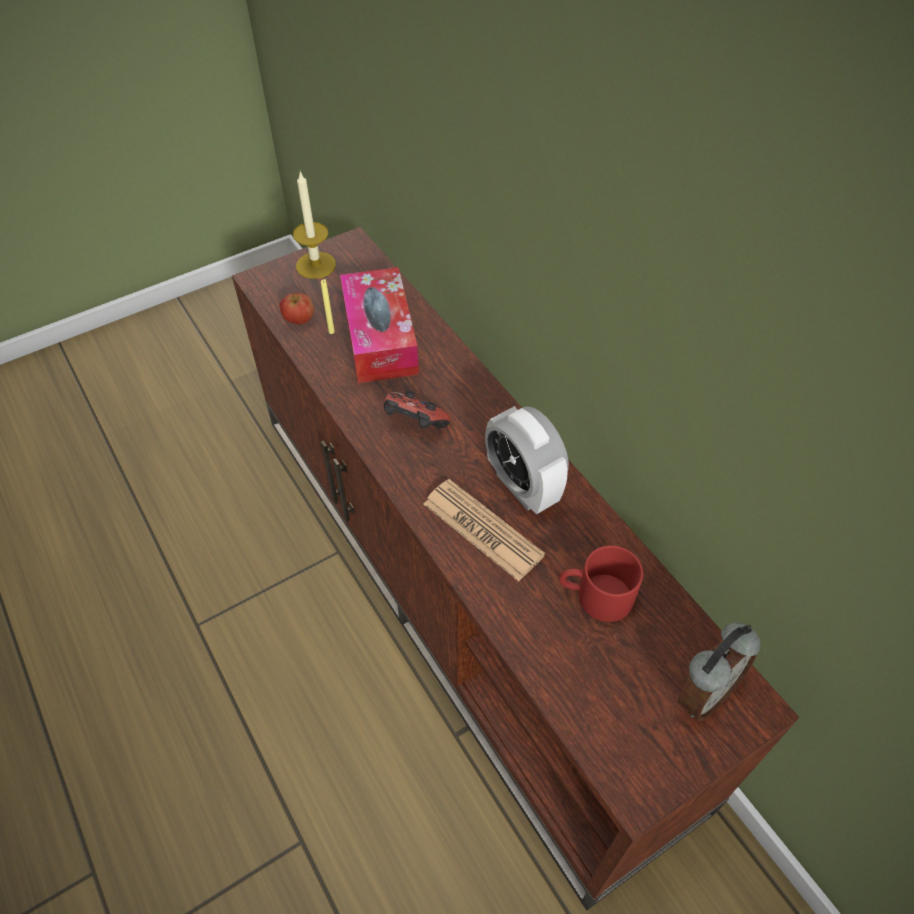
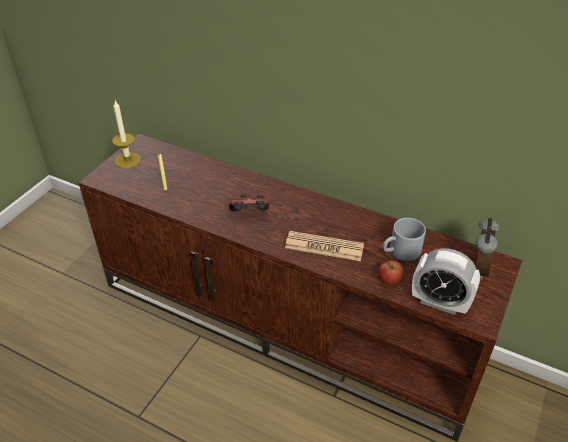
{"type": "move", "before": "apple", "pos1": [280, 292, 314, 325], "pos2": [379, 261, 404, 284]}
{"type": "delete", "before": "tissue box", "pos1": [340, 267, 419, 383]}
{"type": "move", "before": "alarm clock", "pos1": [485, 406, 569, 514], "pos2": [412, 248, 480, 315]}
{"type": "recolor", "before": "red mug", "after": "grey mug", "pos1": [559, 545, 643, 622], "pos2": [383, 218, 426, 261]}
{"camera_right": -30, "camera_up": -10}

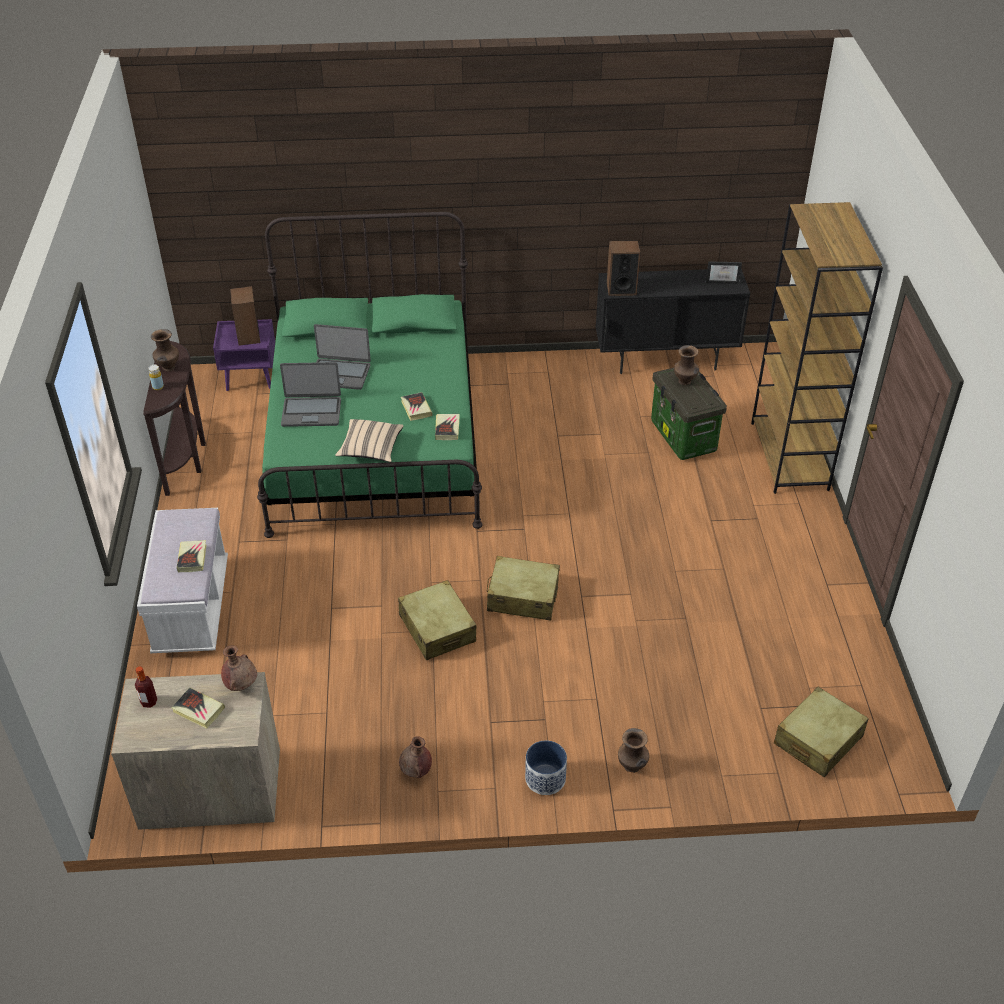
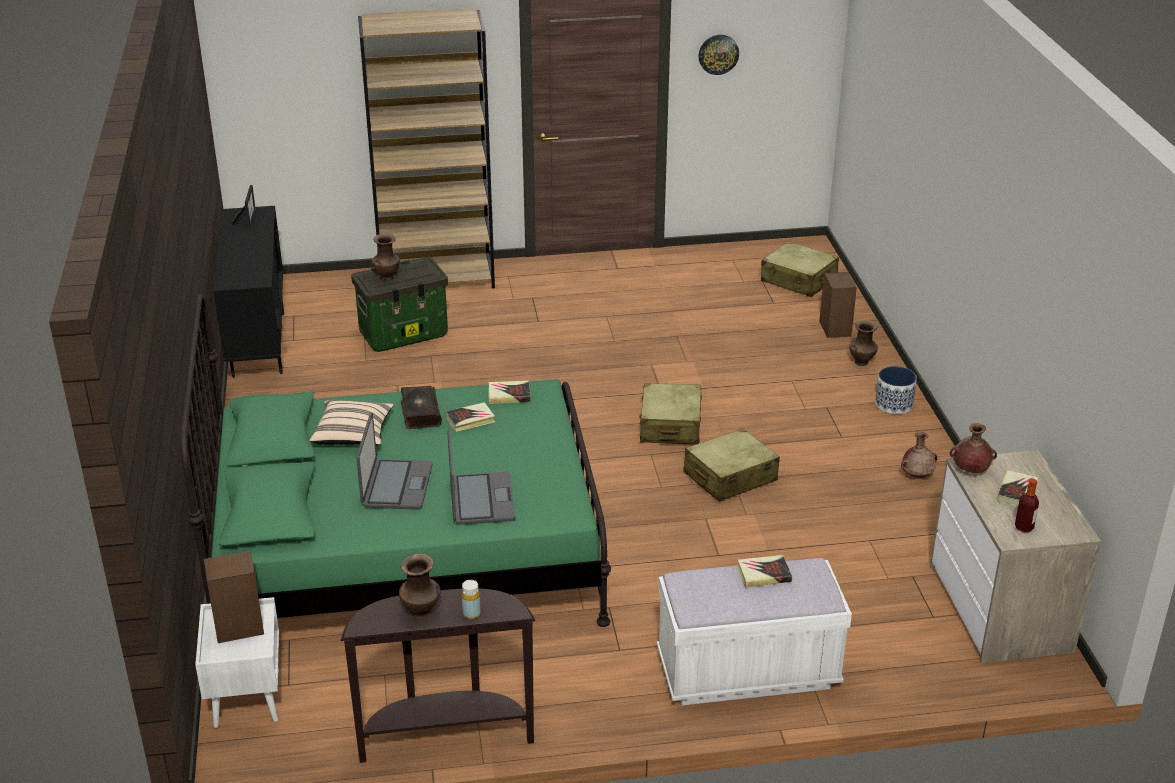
{"type": "recolor", "before": "purple nightstand", "after": "white nightstand", "pos1": [213, 319, 275, 391], "pos2": [195, 597, 279, 728]}
{"type": "move", "before": "beige pillow", "pos1": [335, 419, 404, 462], "pos2": [309, 400, 394, 445]}
{"type": "move", "before": "speaker", "pos1": [607, 241, 640, 296], "pos2": [819, 272, 857, 338]}
{"type": "insert", "after": "book", "pos2": [401, 386, 442, 429]}
{"type": "insert", "after": "wall clock", "pos2": [698, 35, 739, 75]}
{"camera_right": -95, "camera_up": -10}

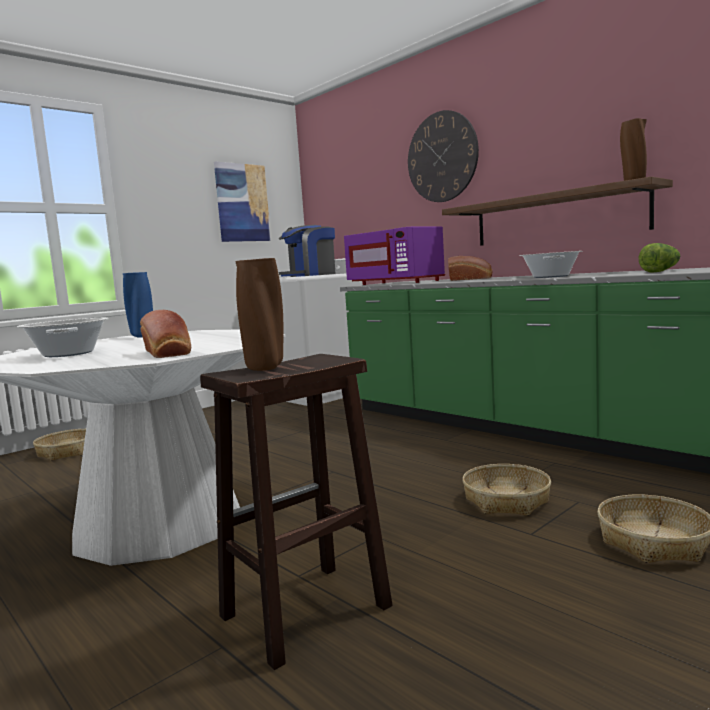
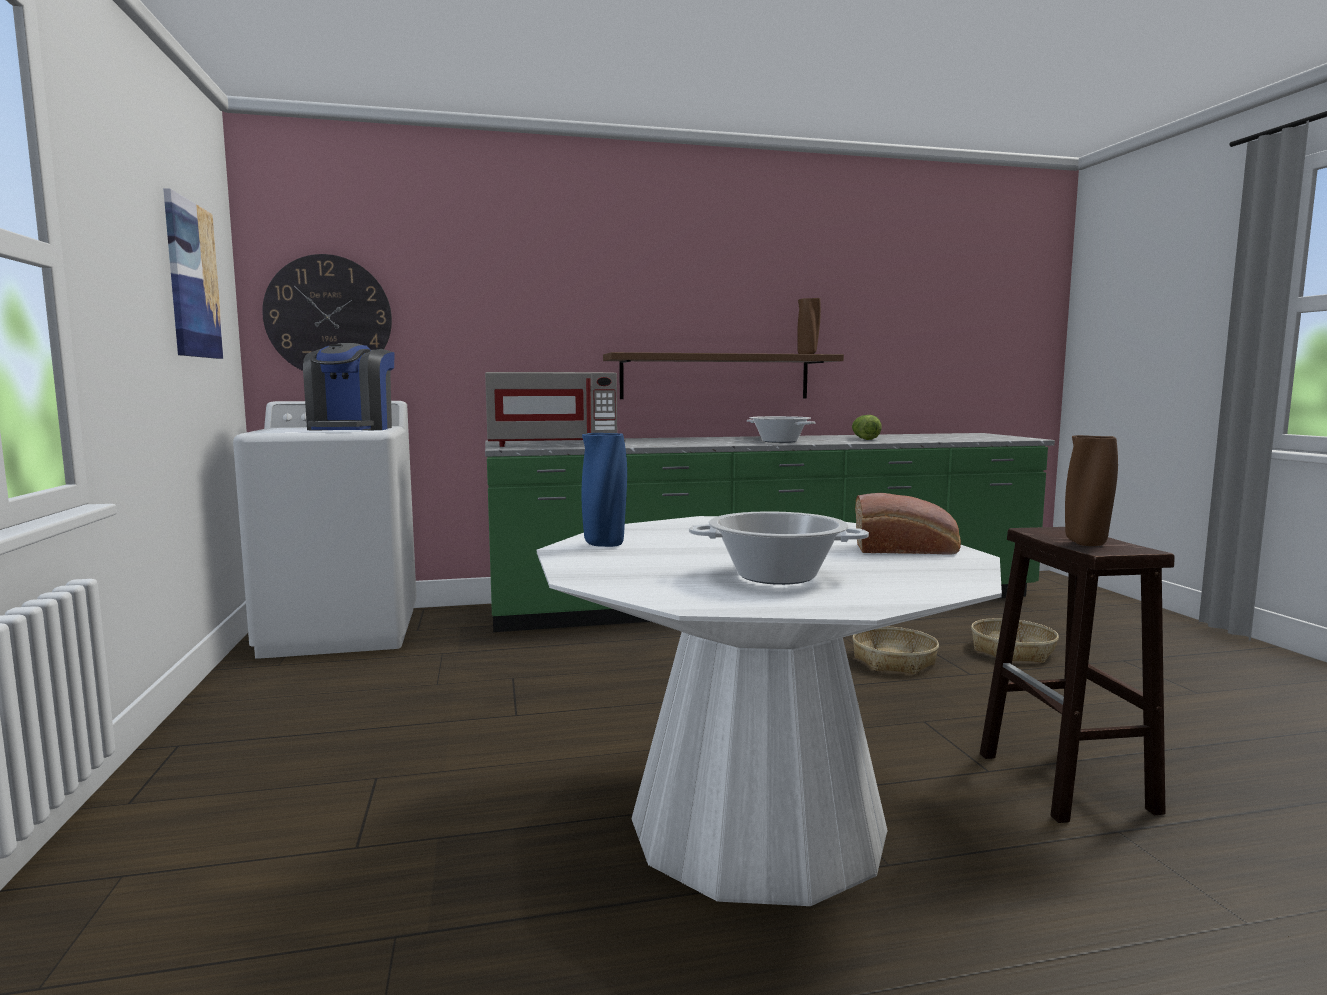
{"type": "delete", "before": "basket", "pos1": [33, 429, 86, 460]}
{"type": "recolor", "before": "purple microwave", "after": "grey microwave", "pos1": [344, 226, 445, 285], "pos2": [485, 372, 617, 447]}
{"type": "move", "before": "wall clock", "pos1": [408, 110, 479, 202], "pos2": [262, 254, 392, 371]}
{"type": "delete", "before": "bread", "pos1": [448, 256, 492, 281]}
{"camera_right": -60, "camera_up": 0}

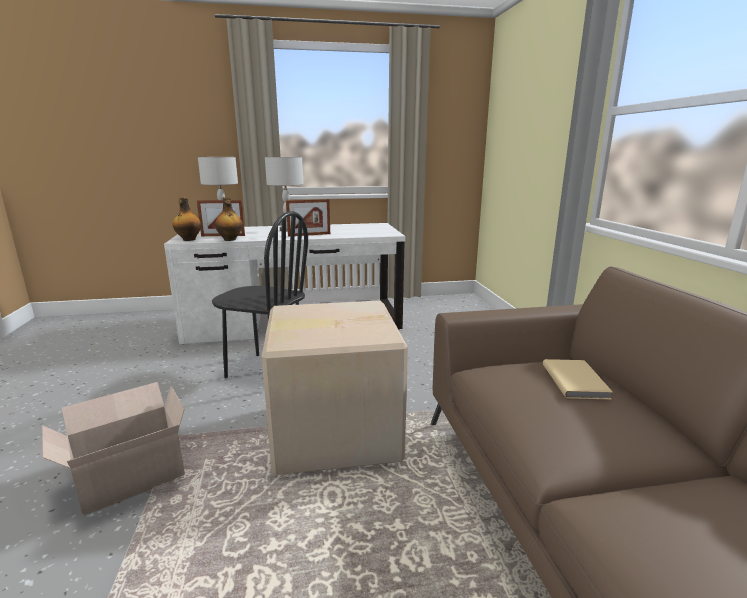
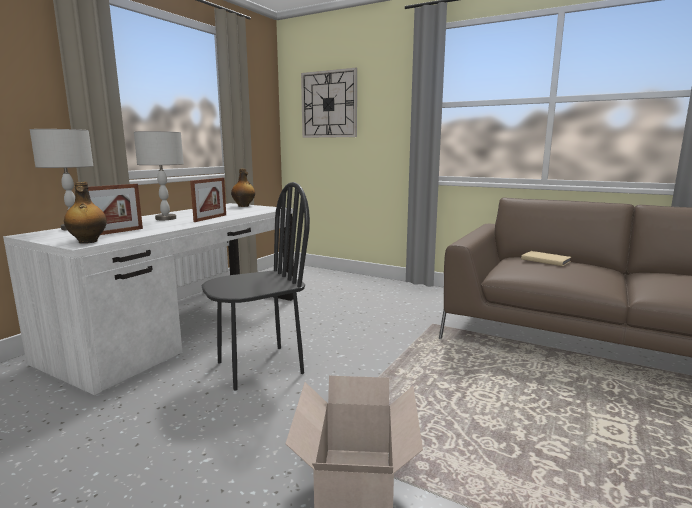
{"type": "move", "before": "bottle", "pos1": [215, 197, 243, 241], "pos2": [231, 169, 255, 207]}
{"type": "delete", "before": "cardboard box", "pos1": [262, 300, 408, 475]}
{"type": "insert", "after": "wall clock", "pos2": [301, 68, 357, 138]}
{"camera_right": -50, "camera_up": -5}

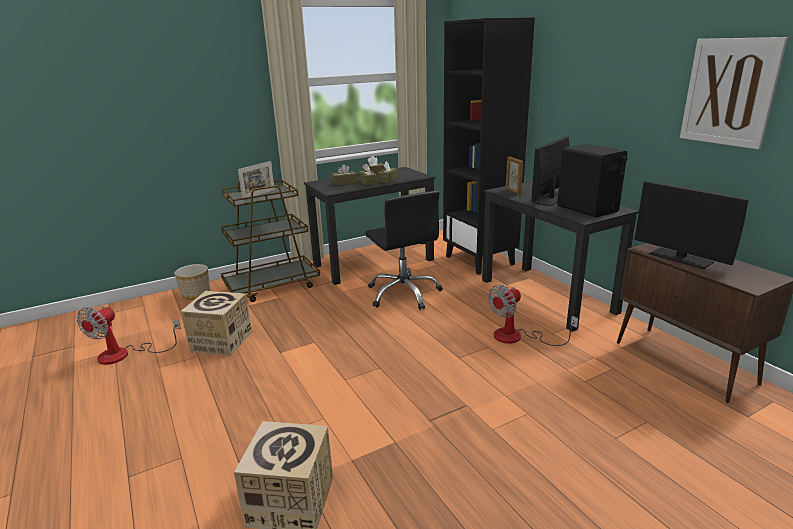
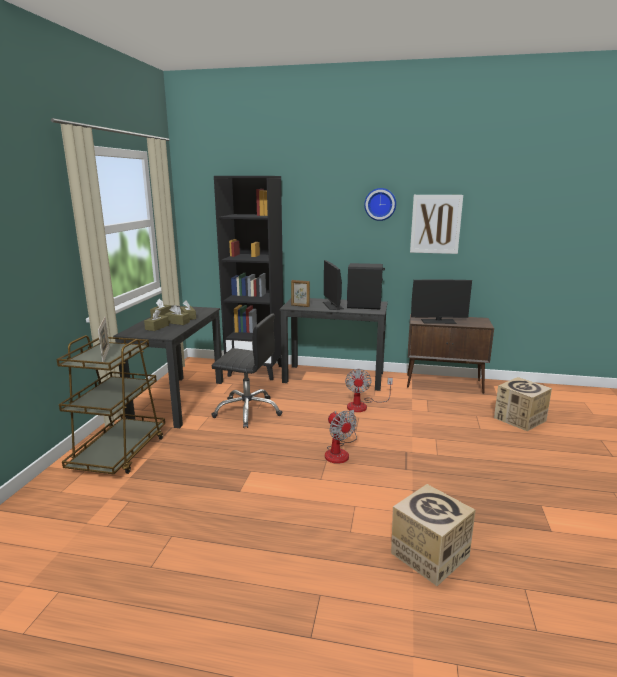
{"type": "move", "before": "fan", "pos1": [77, 306, 181, 365], "pos2": [325, 410, 357, 464]}
{"type": "delete", "before": "planter", "pos1": [174, 264, 210, 300]}
{"type": "move", "before": "cardboard box", "pos1": [180, 291, 252, 356], "pos2": [494, 377, 552, 431]}
{"type": "insert", "after": "wall clock", "pos2": [364, 188, 396, 221]}
{"camera_right": -50, "camera_up": -5}

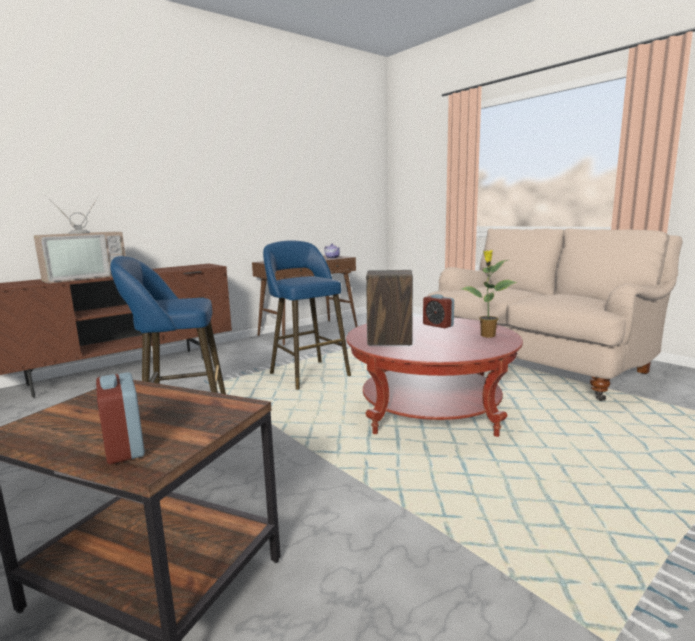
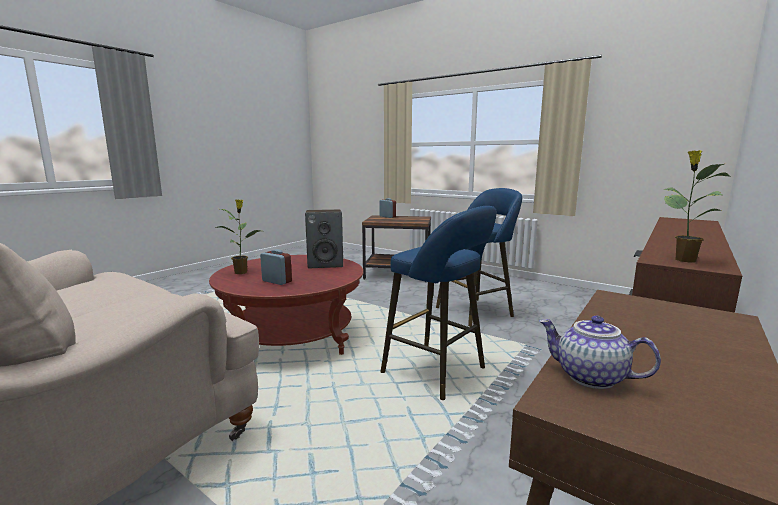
{"type": "delete", "before": "television", "pos1": [34, 195, 126, 283]}
{"type": "insert", "after": "potted plant", "pos2": [663, 150, 730, 262]}
{"camera_right": 165, "camera_up": 0}

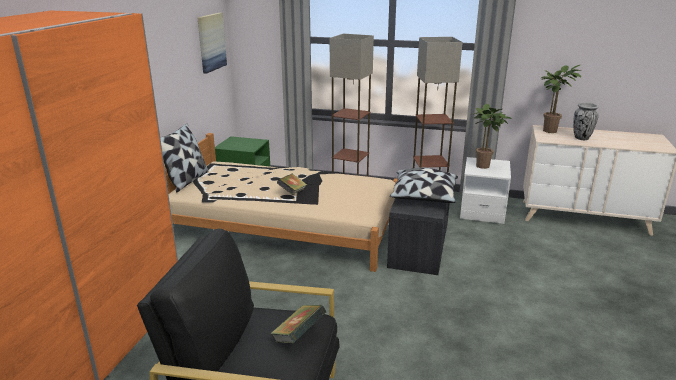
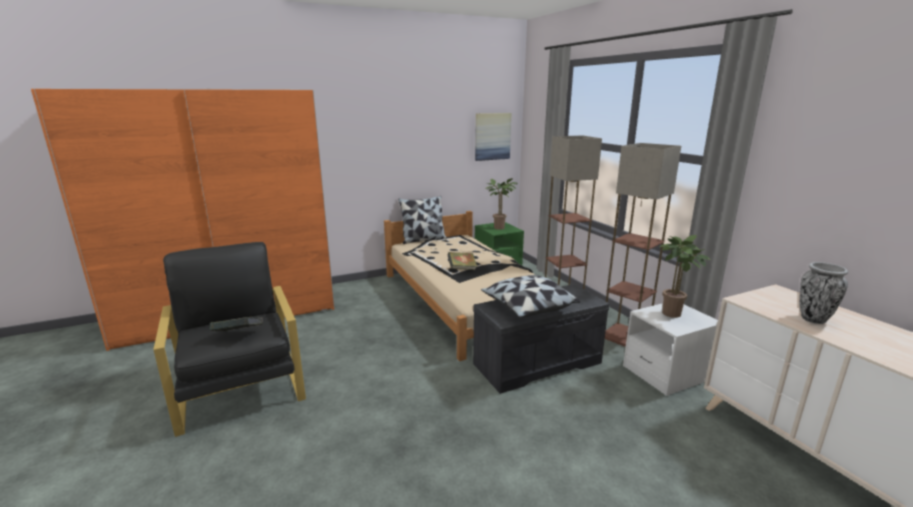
{"type": "move", "before": "potted plant", "pos1": [541, 65, 581, 133], "pos2": [486, 178, 518, 230]}
{"camera_right": 50, "camera_up": -5}

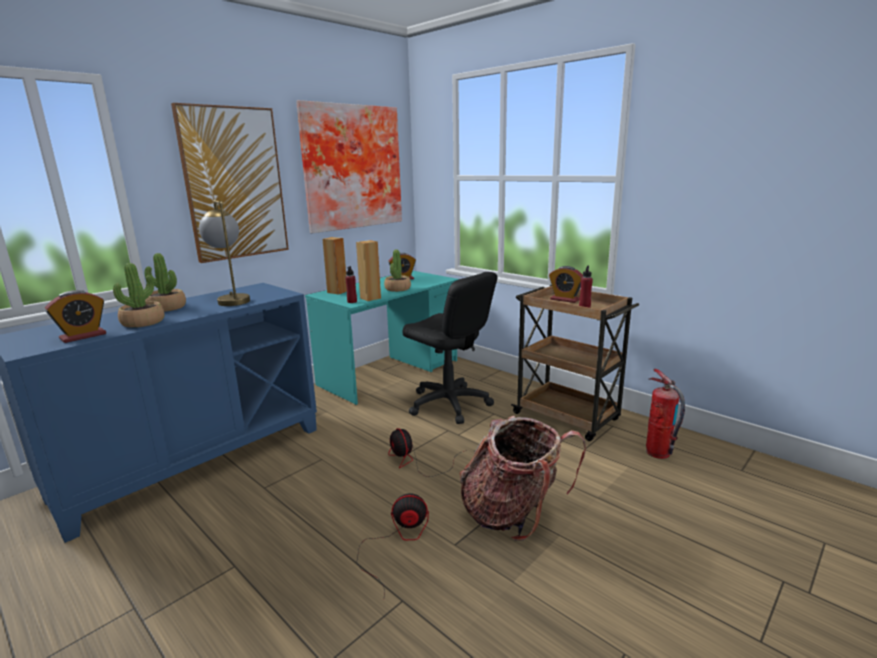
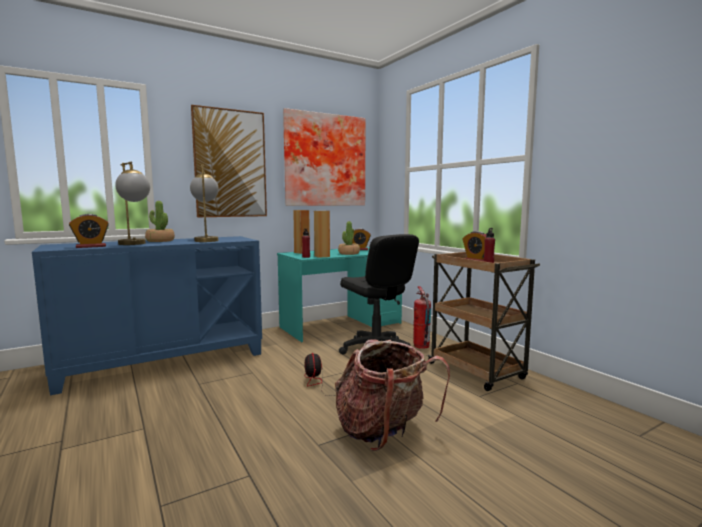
{"type": "replace", "before": "potted plant", "after": "table lamp", "pos1": [113, 263, 164, 328], "pos2": [115, 162, 150, 245]}
{"type": "delete", "before": "fan", "pos1": [357, 493, 429, 596]}
{"type": "move", "before": "fire extinguisher", "pos1": [646, 369, 685, 459], "pos2": [413, 286, 431, 349]}
{"camera_right": 15, "camera_up": -10}

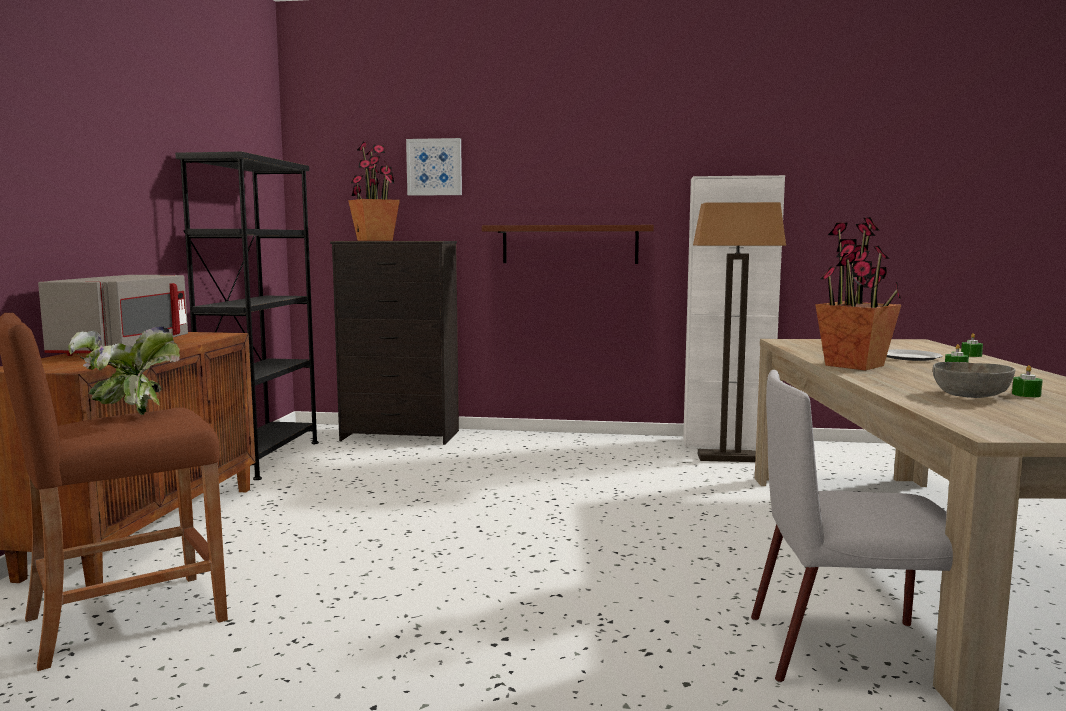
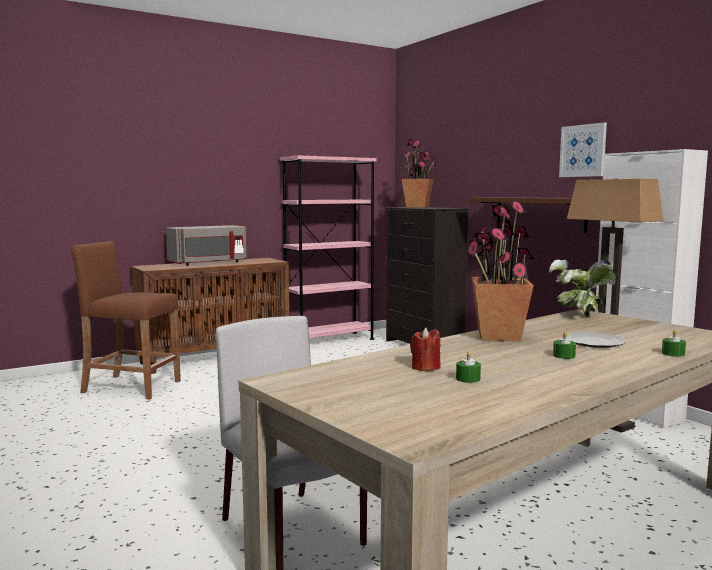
{"type": "move", "before": "potted plant", "pos1": [68, 327, 180, 415], "pos2": [549, 259, 616, 317]}
{"type": "recolor", "before": "black bookcase", "after": "pink bookcase", "pos1": [175, 152, 319, 480], "pos2": [280, 155, 377, 340]}
{"type": "move", "before": "picture", "pos1": [406, 138, 462, 196], "pos2": [559, 122, 607, 177]}
{"type": "replace", "before": "grey bowl", "after": "red candle", "pos1": [933, 362, 1015, 398], "pos2": [410, 328, 440, 371]}
{"camera_right": 50, "camera_up": 0}

